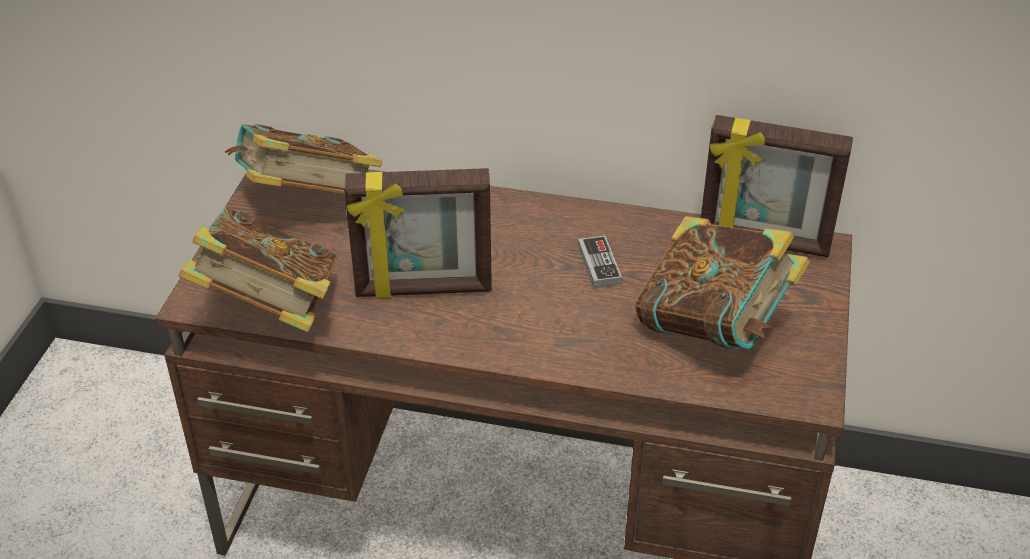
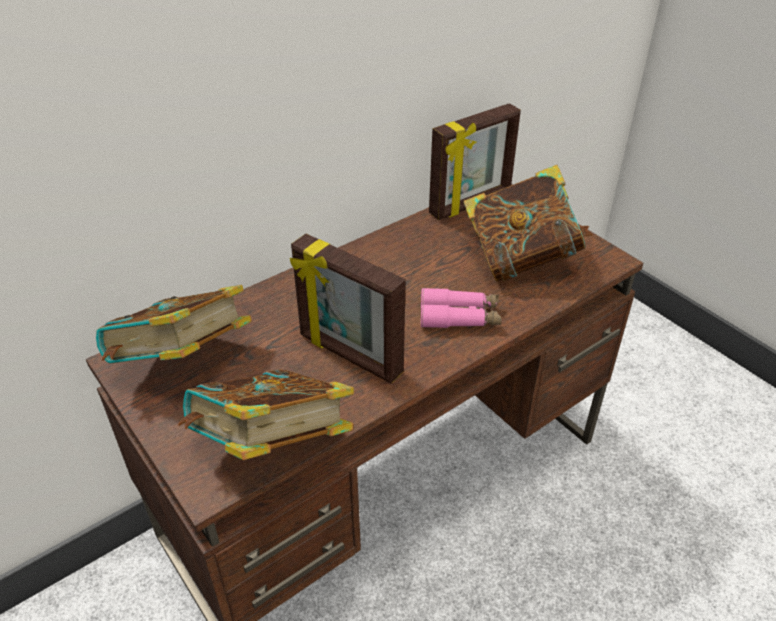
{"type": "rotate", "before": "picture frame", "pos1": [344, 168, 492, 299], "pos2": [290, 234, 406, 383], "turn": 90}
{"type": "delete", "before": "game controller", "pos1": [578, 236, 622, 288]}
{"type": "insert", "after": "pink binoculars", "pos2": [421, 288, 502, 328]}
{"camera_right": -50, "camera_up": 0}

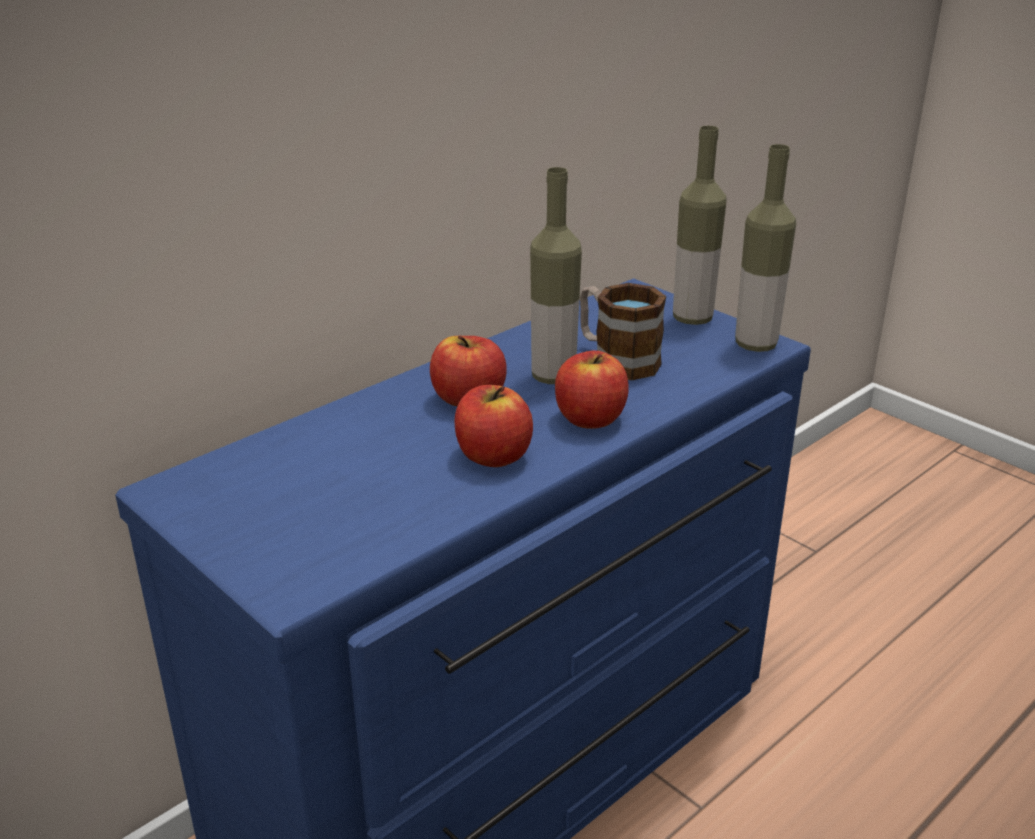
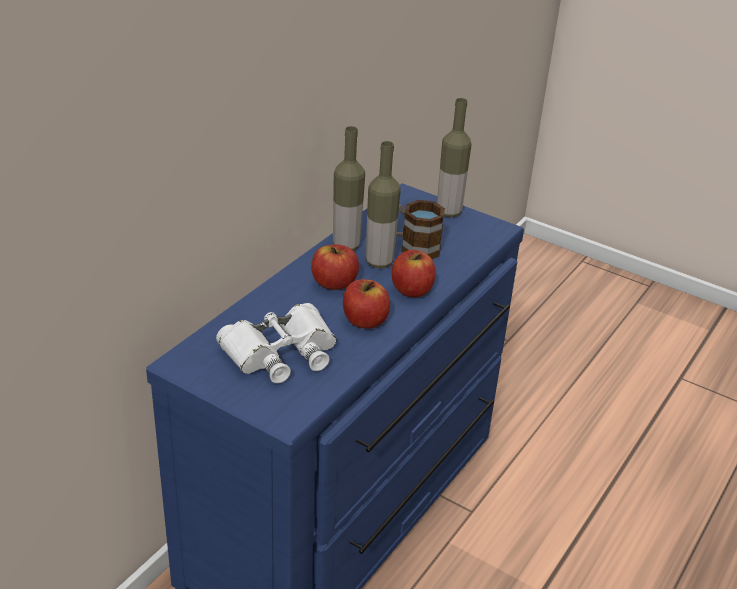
{"type": "move", "before": "bottle", "pos1": [735, 144, 796, 352], "pos2": [333, 126, 365, 251]}
{"type": "insert", "after": "white binoculars", "pos2": [216, 303, 336, 384]}
{"camera_right": -15, "camera_up": 5}

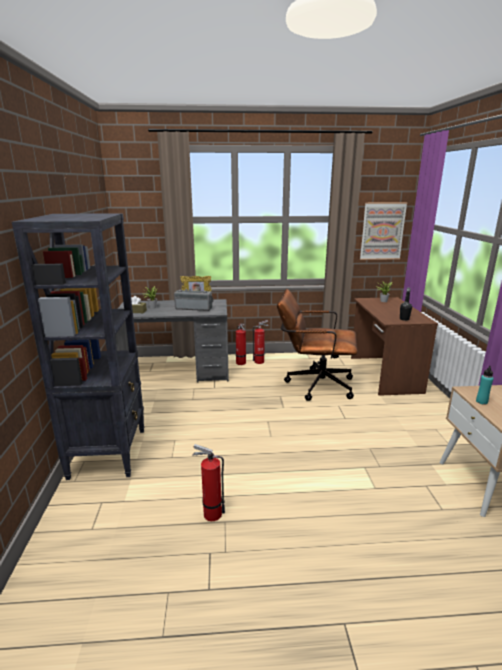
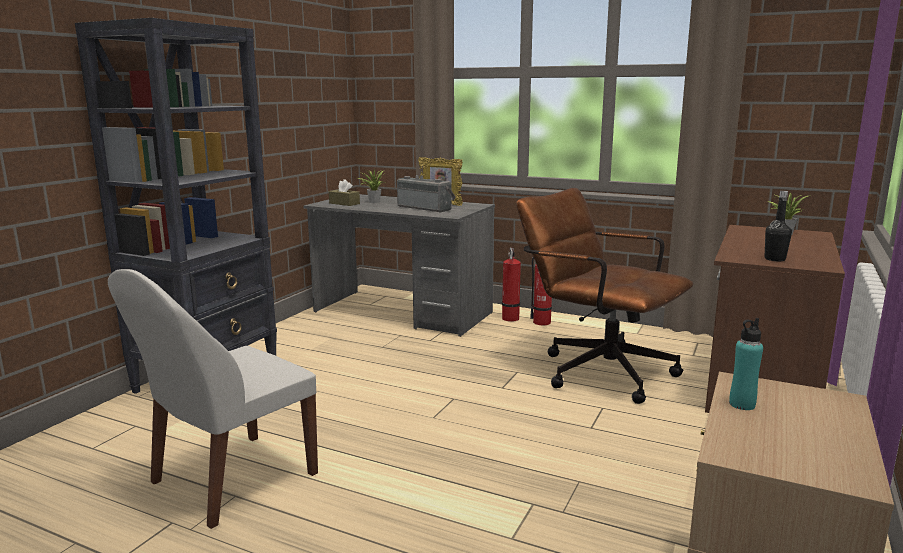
{"type": "replace", "before": "fire extinguisher", "after": "white chair", "pos1": [192, 444, 225, 521], "pos2": [108, 269, 318, 529]}
{"type": "delete", "before": "picture", "pos1": [360, 202, 407, 260]}
{"camera_right": 30, "camera_up": -5}

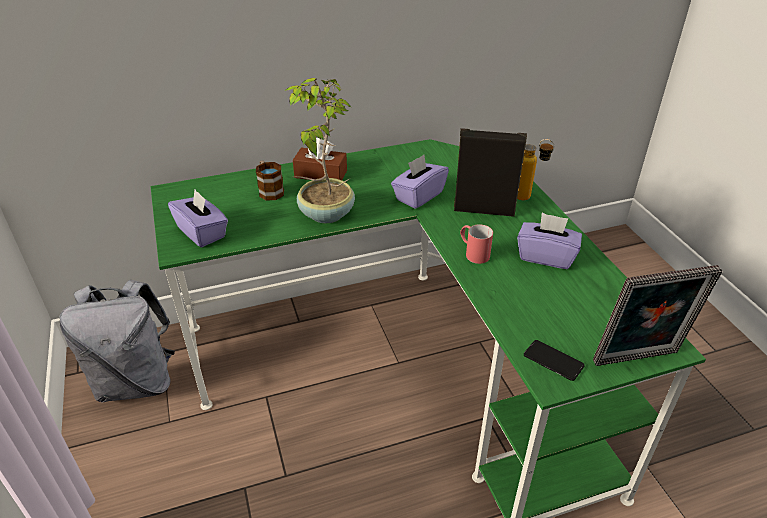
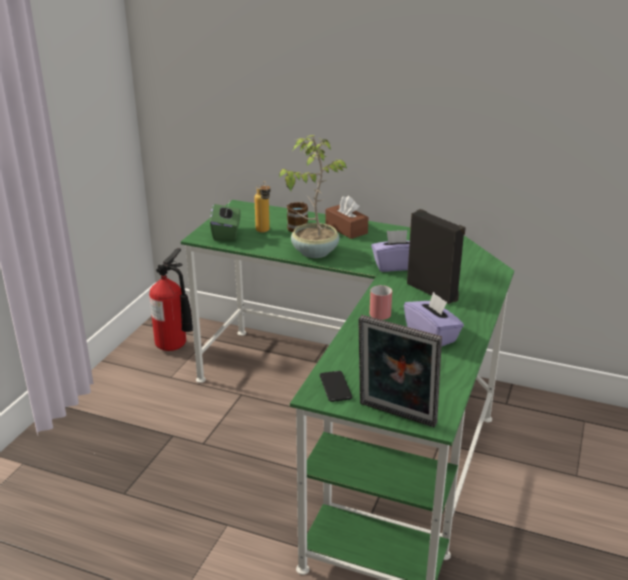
{"type": "replace", "before": "grey backpack", "after": "fire extinguisher", "pos1": [60, 280, 175, 402], "pos2": [149, 248, 193, 351]}
{"type": "recolor", "before": "purple tissue box", "after": "green tissue box", "pos1": [168, 190, 228, 247], "pos2": [210, 201, 241, 241]}
{"type": "move", "before": "bottle", "pos1": [517, 139, 554, 200], "pos2": [254, 181, 270, 232]}
{"camera_right": 40, "camera_up": -10}

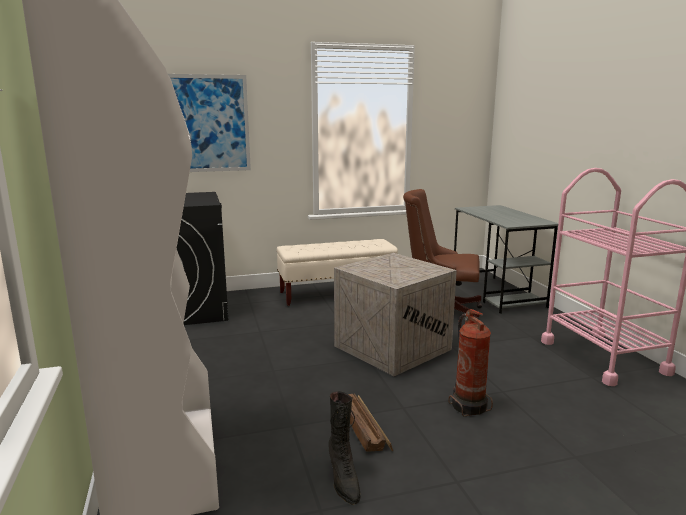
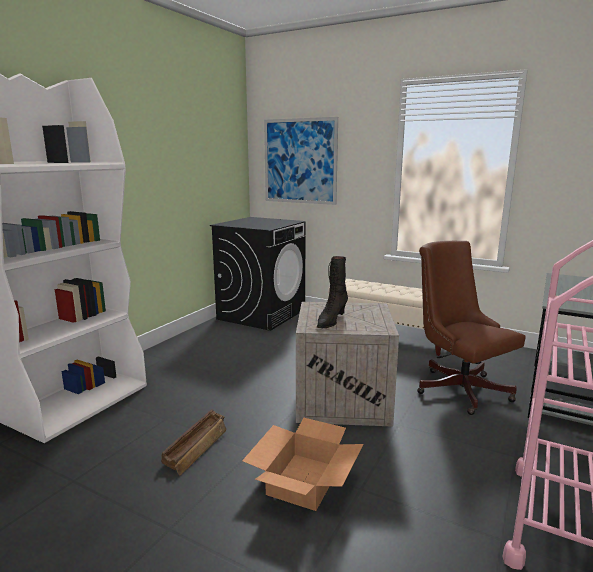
{"type": "move", "before": "black boot", "pos1": [328, 391, 360, 505], "pos2": [317, 256, 348, 328]}
{"type": "replace", "before": "fire extinguisher", "after": "cardboard box", "pos1": [448, 309, 493, 417], "pos2": [242, 417, 363, 511]}
{"camera_right": 45, "camera_up": 0}

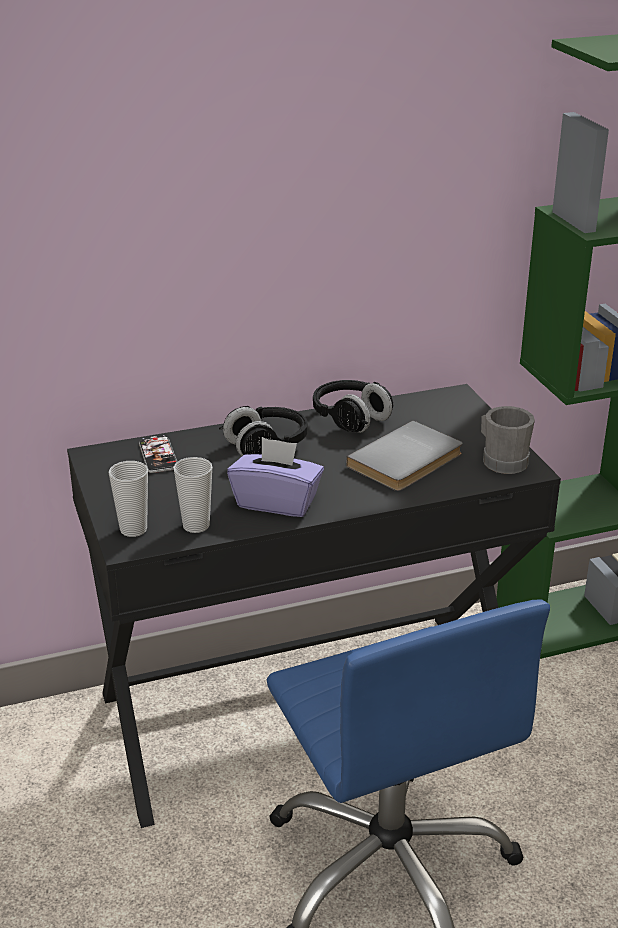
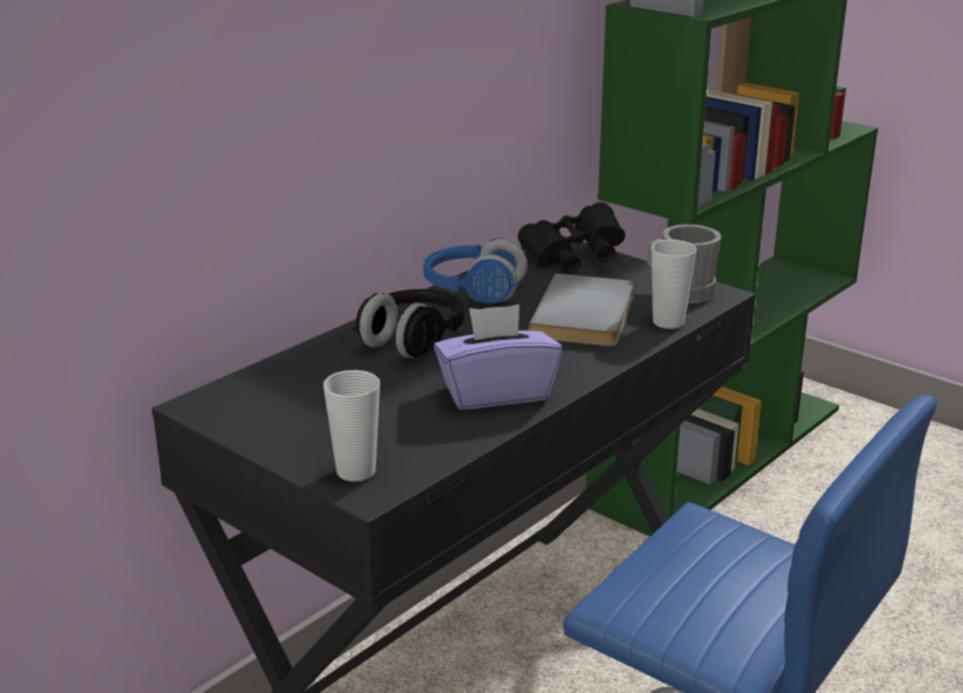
{"type": "delete", "before": "phone", "pos1": [139, 435, 177, 473]}
{"type": "move", "before": "cup", "pos1": [173, 457, 212, 533], "pos2": [651, 239, 697, 329]}
{"type": "recolor", "before": "black headphones", "after": "blue headphones", "pos1": [313, 380, 393, 433], "pos2": [423, 238, 528, 304]}
{"type": "insert", "after": "black binoculars", "pos2": [518, 202, 625, 273]}
{"camera_right": -30, "camera_up": -5}

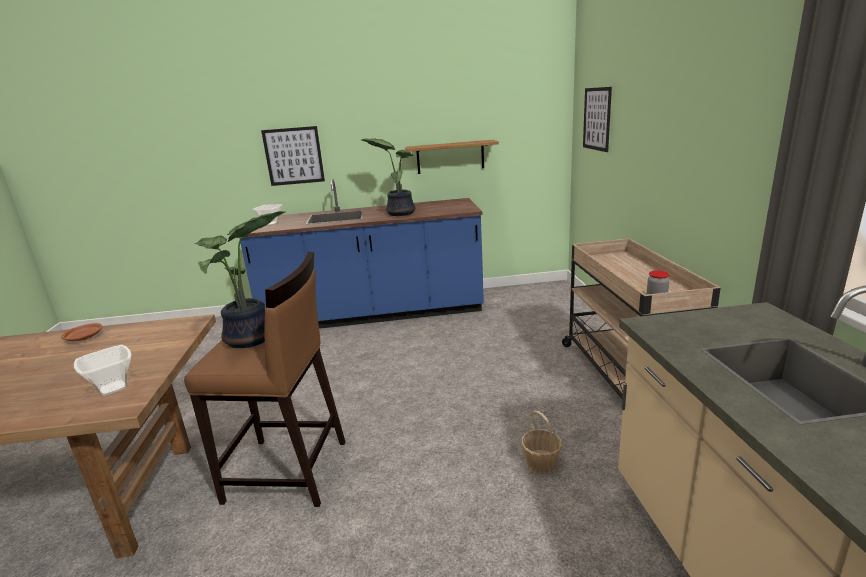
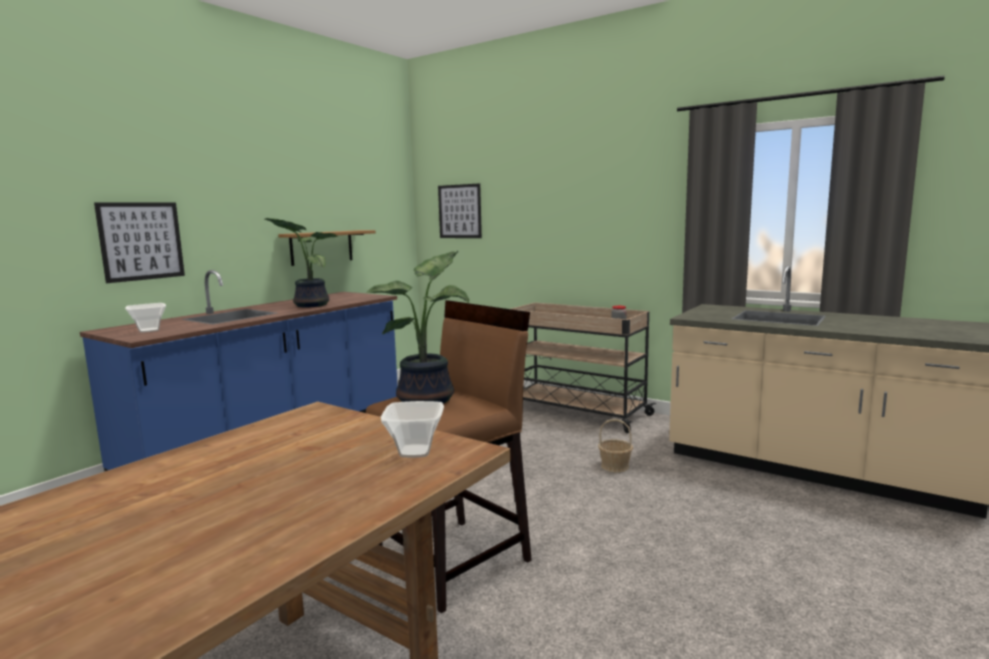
{"type": "delete", "before": "brown plate", "pos1": [61, 323, 103, 341]}
{"camera_right": -50, "camera_up": -10}

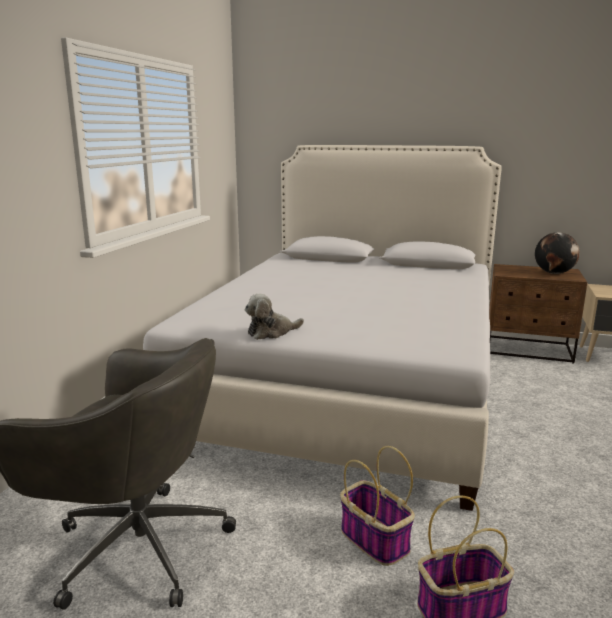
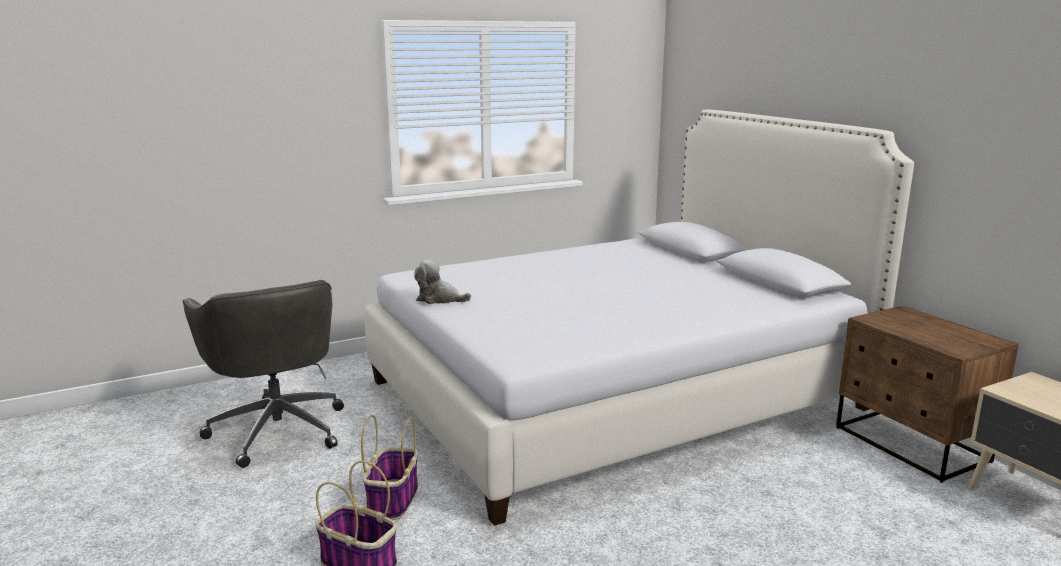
{"type": "delete", "before": "globe", "pos1": [535, 232, 580, 274]}
{"camera_right": 45, "camera_up": 0}

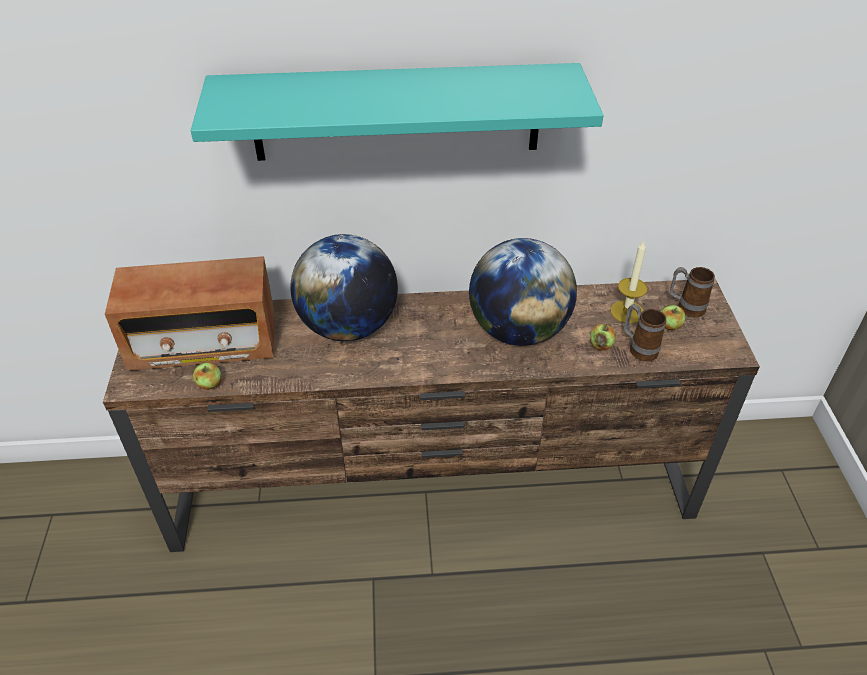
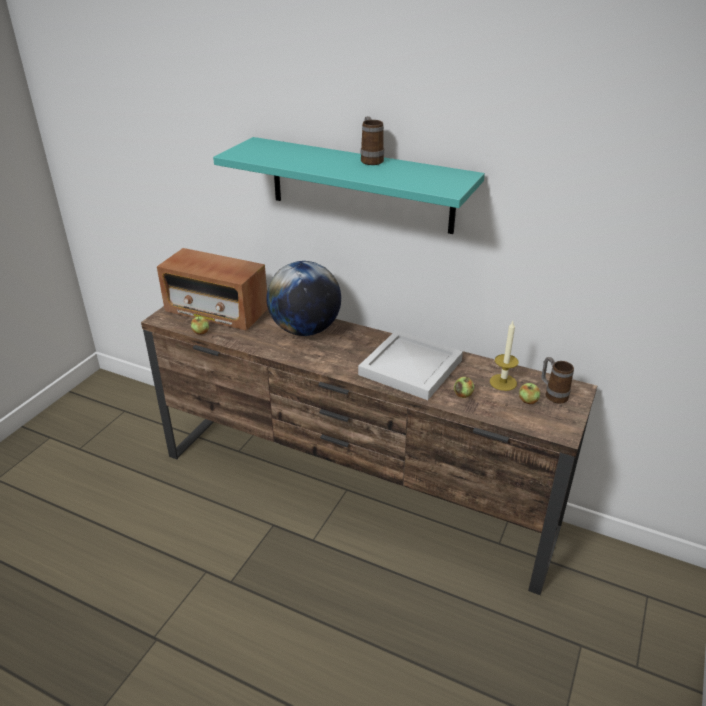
{"type": "replace", "before": "globe", "after": "white tray", "pos1": [469, 238, 577, 346], "pos2": [358, 330, 463, 400]}
{"type": "move", "before": "mug", "pos1": [624, 304, 666, 361], "pos2": [361, 116, 384, 165]}
{"camera_right": 30, "camera_up": -10}

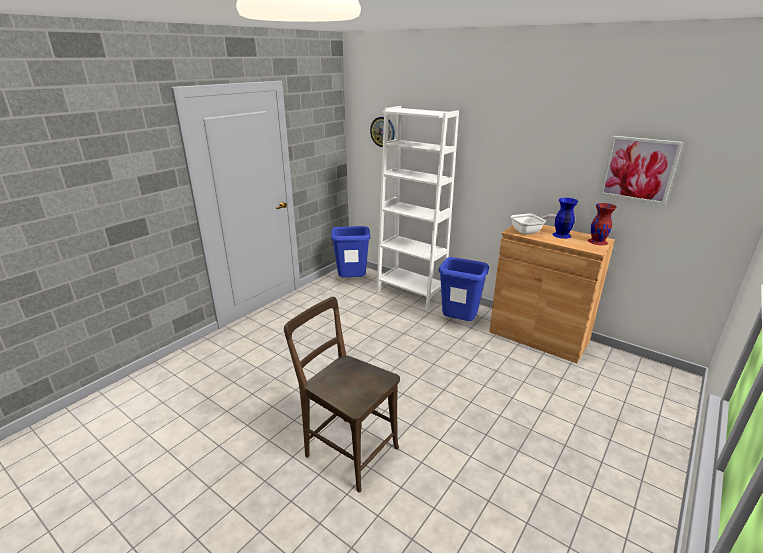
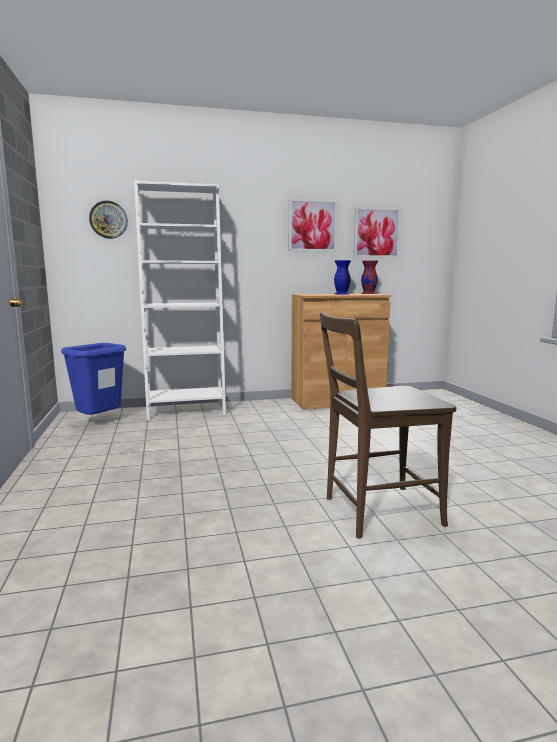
{"type": "delete", "before": "blue trash can", "pos1": [438, 257, 489, 321]}
{"type": "delete", "before": "frying pan", "pos1": [511, 214, 556, 234]}
{"type": "insert", "after": "picture", "pos2": [289, 199, 338, 252]}
{"camera_right": -50, "camera_up": -15}

